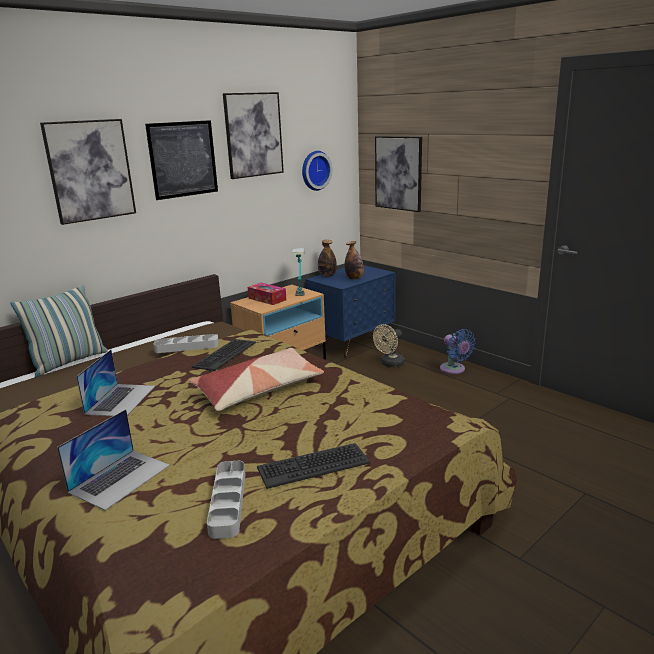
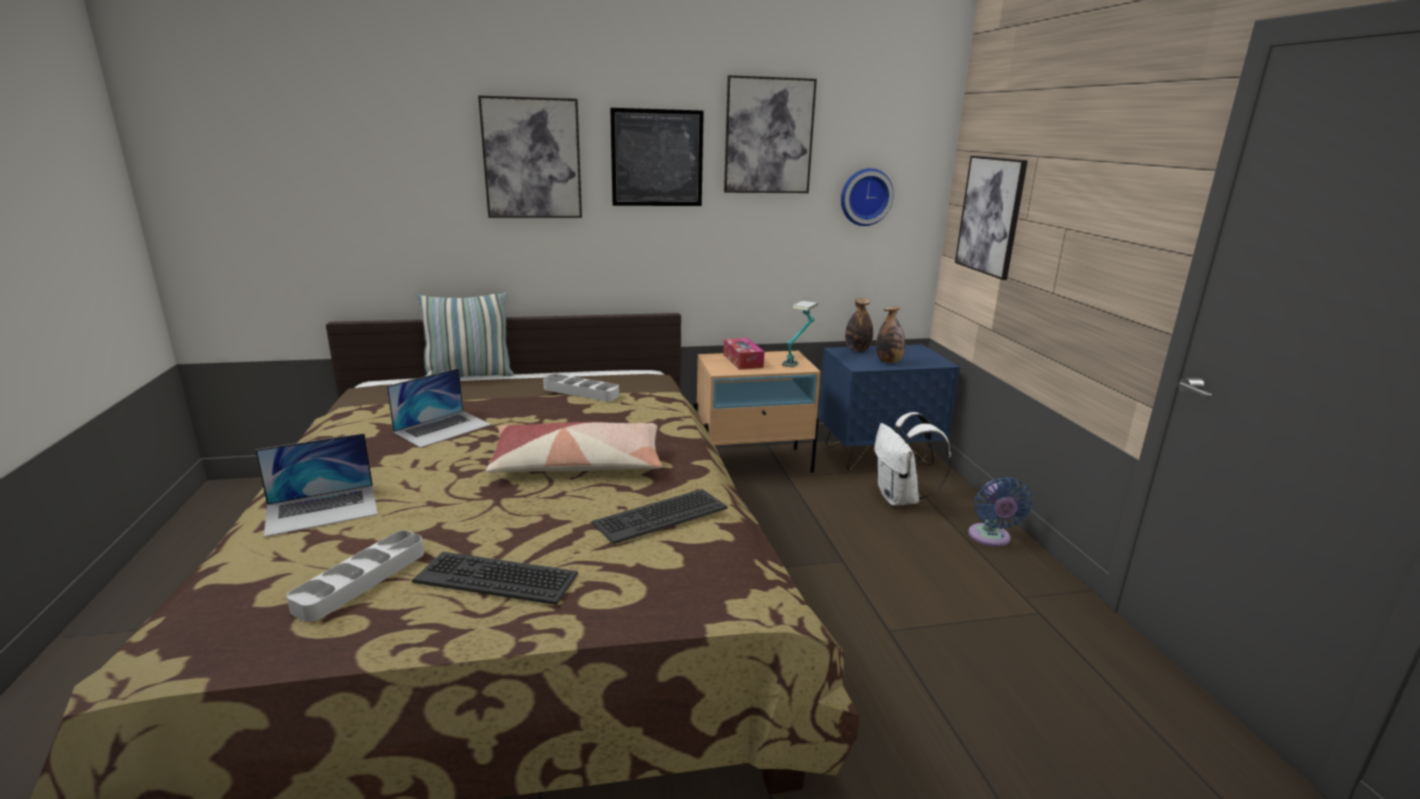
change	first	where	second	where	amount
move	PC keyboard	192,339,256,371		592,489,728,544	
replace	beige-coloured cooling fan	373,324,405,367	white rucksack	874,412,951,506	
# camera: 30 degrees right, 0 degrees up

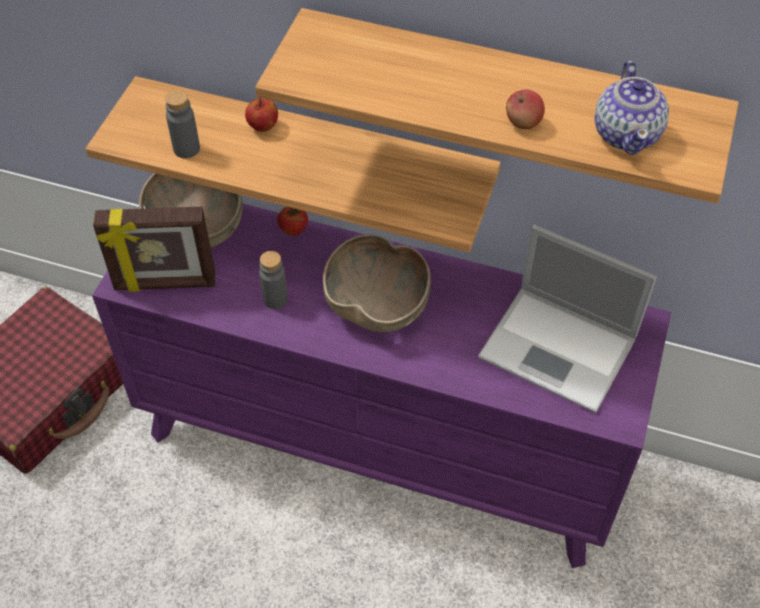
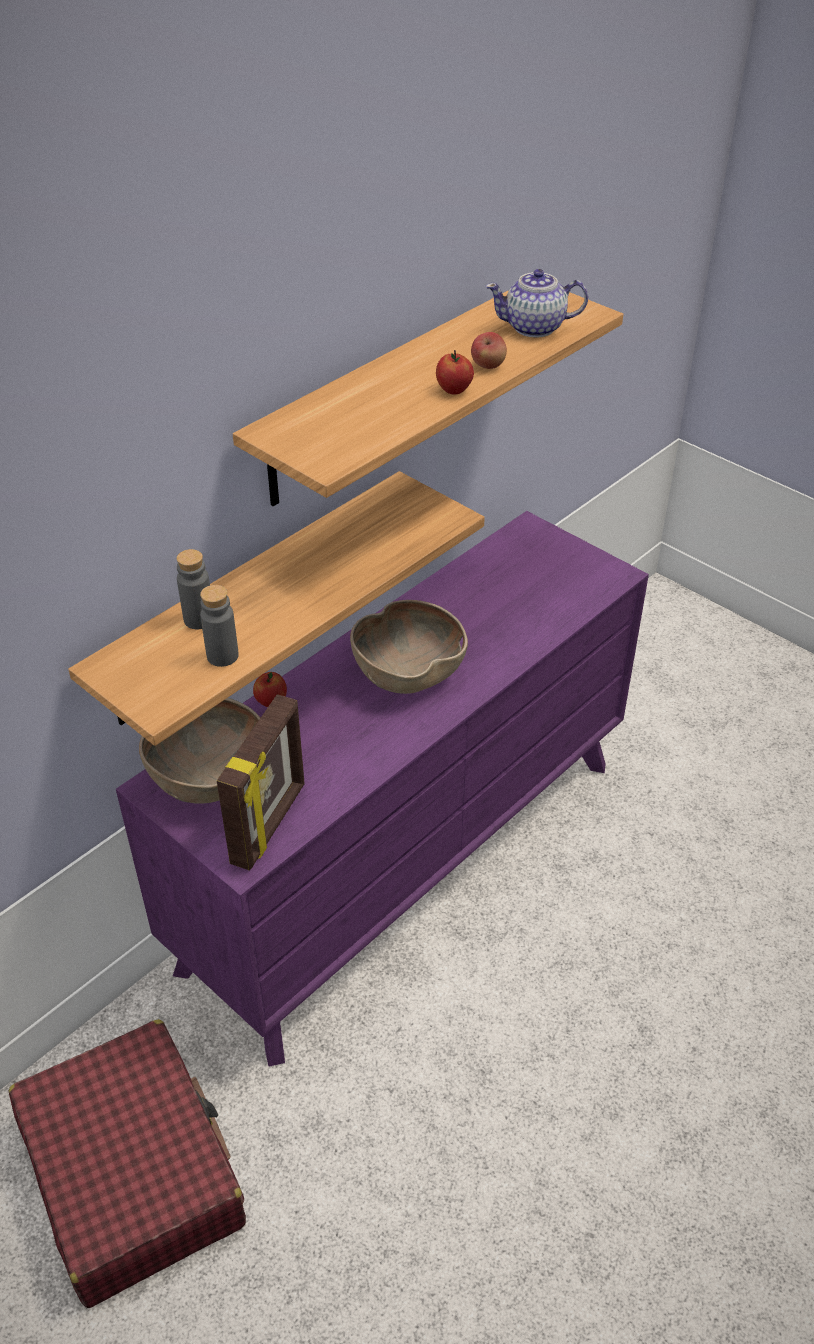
change	first	where	second	where	amount
move	apple	245,98,278,132		436,350,474,394	
move	greyish bottle	259,251,288,309		177,549,210,629	
delete	laptop	478,225,657,413			
rotate	pot for tea	595,61,669,155		485,269,588,338	150 degrees clockwise
# camera: 65 degrees left, 10 degrees down

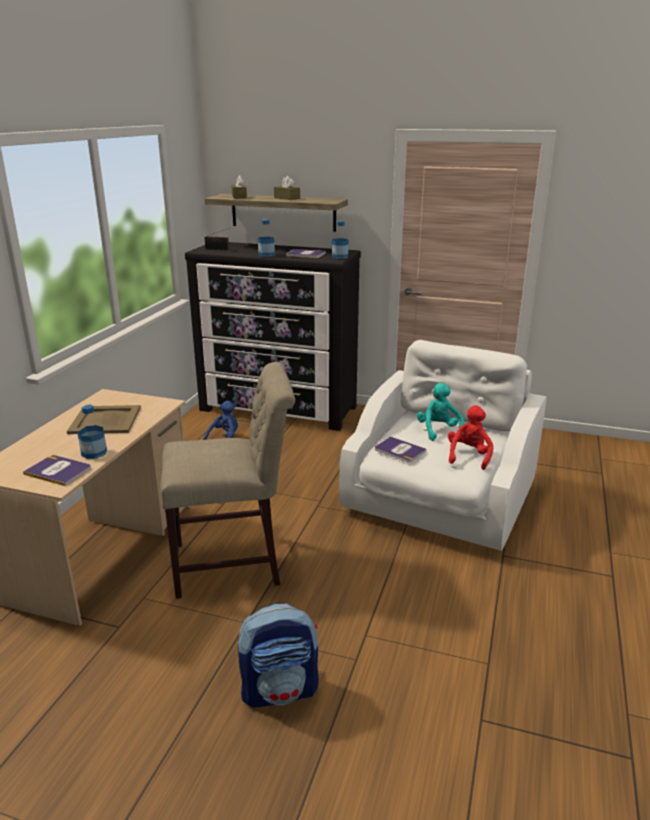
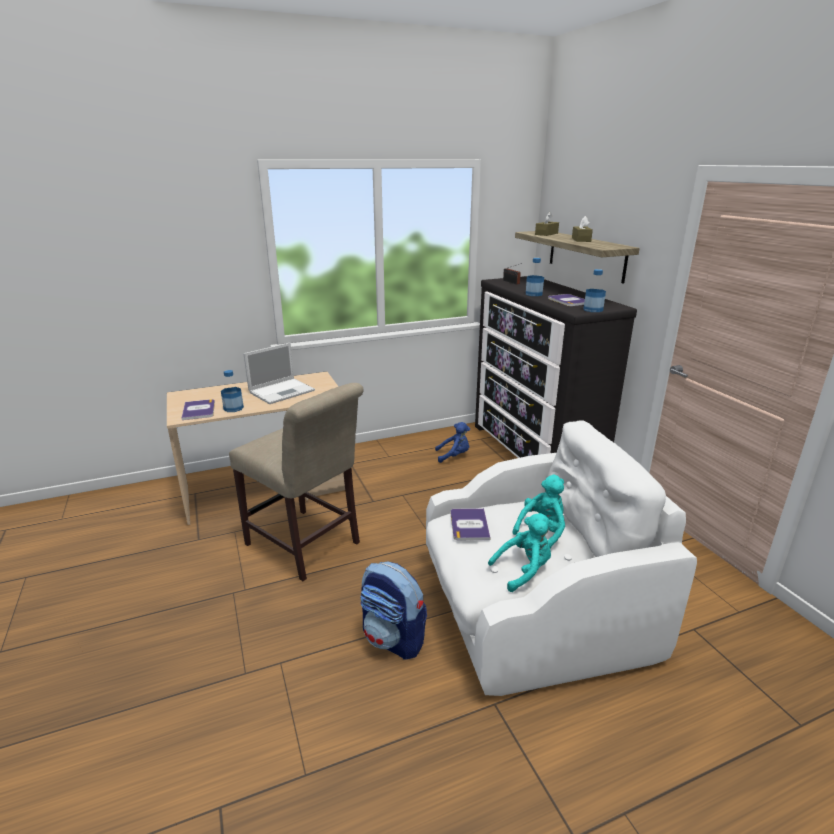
change	first	where	second	where	amount
replace	beige-coloured tray	67,405,141,434	laptop	244,343,315,404	
move	rucksack	238,603,319,707		361,562,427,660	
recolor	red soft toy	448,405,493,470	turquoise-coloured soft toy	488,513,554,592	
# camera: 50 degrees right, 0 degrees up

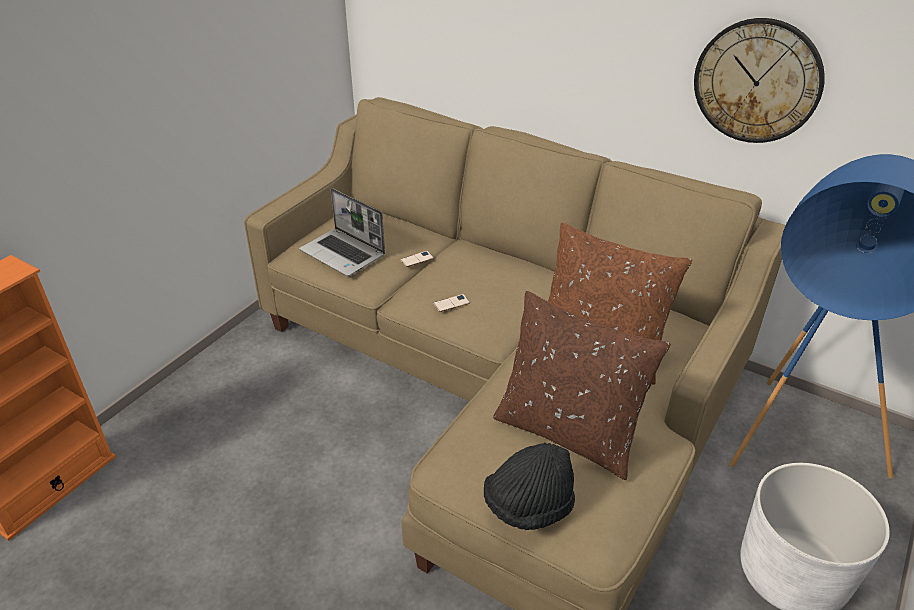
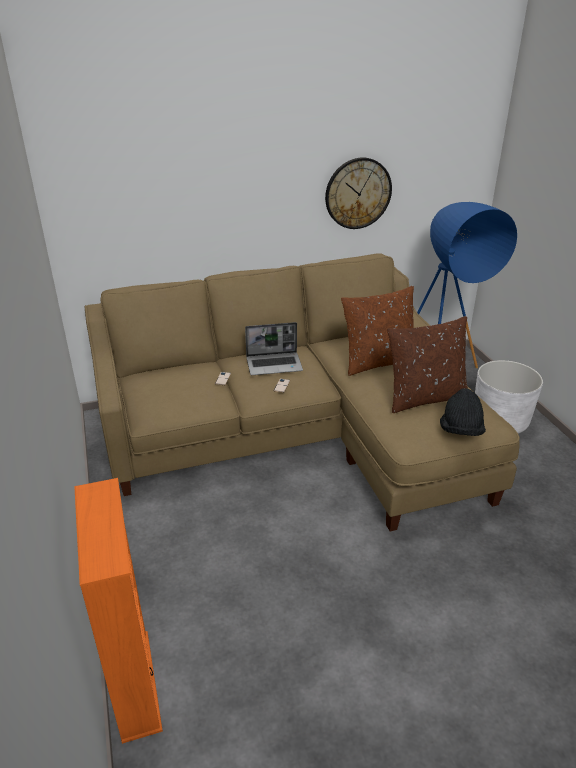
change	first	where	second	where	amount
move	laptop	299,188,385,276		245,322,303,375	
# camera: 50 degrees left, 5 degrees down

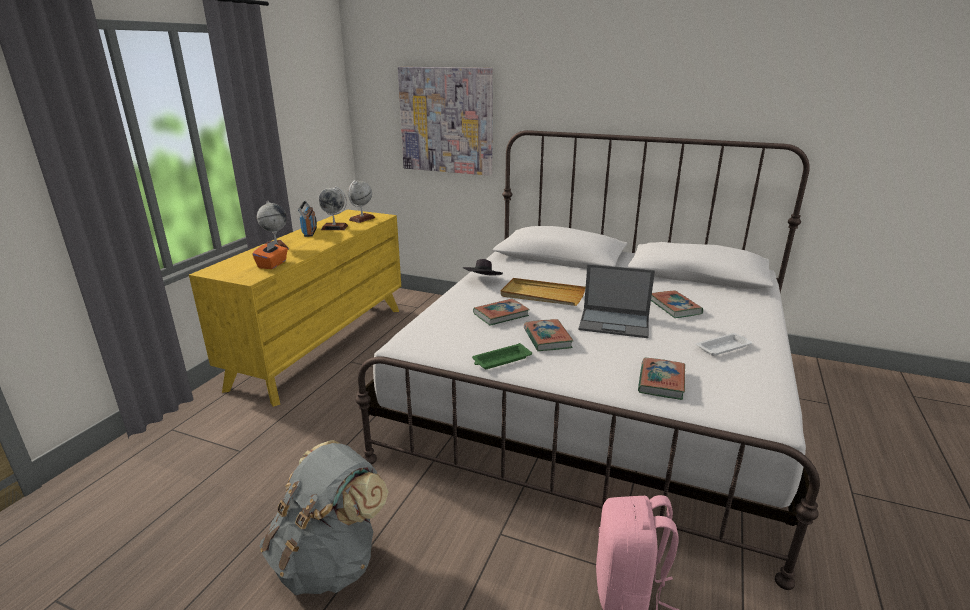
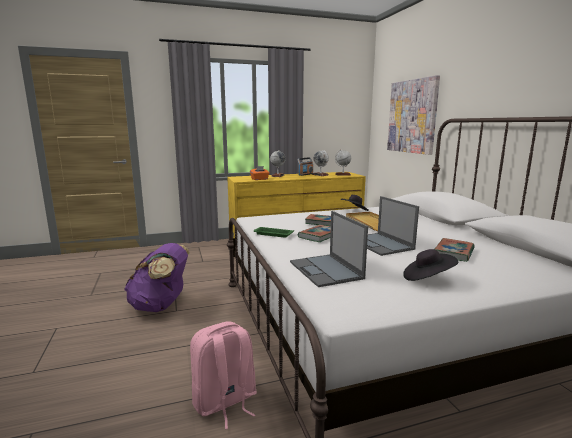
change	first	where	second	where	amount
recolor	greyish rucksack	260,440,388,595	purple rucksack	124,243,190,312	
replace	bound book	638,358,685,400	laptop	290,211,368,287	
replace	white tray	695,333,752,356	black hat	403,249,458,281	
# camera: 50 degrees right, 10 degrees down

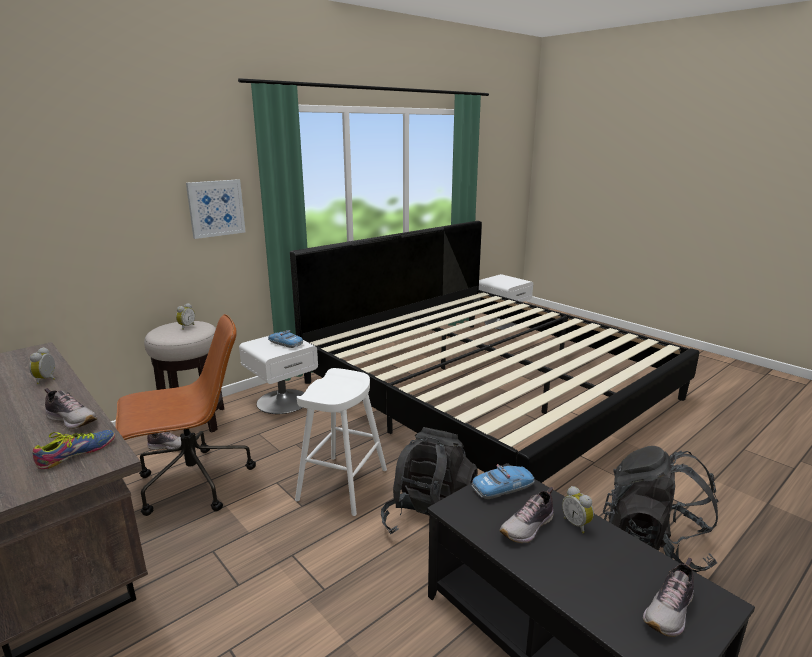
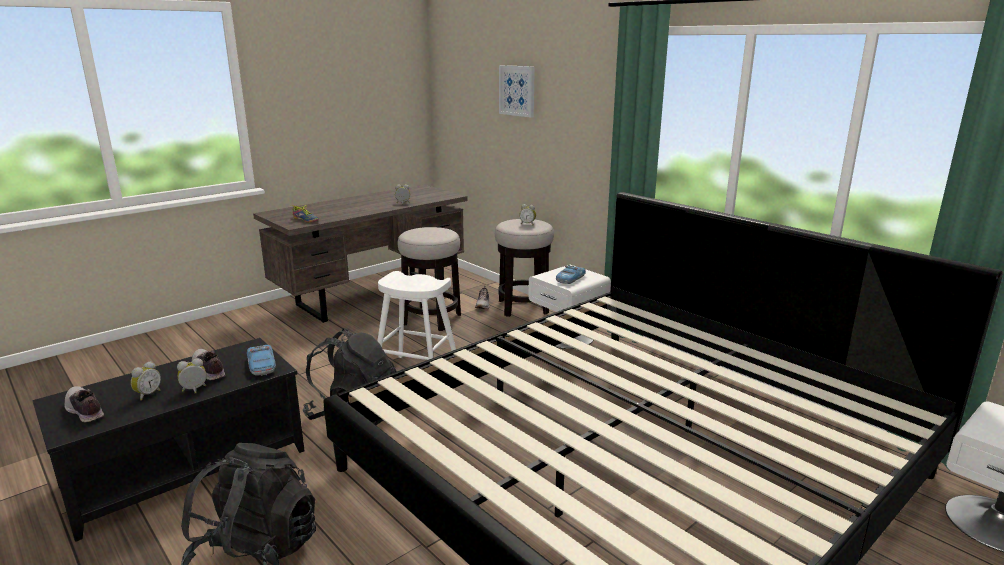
change	first	where	second	where	amount
delete	shoe	44,388,97,429			
replace	brown computer chair	115,314,256,516	stool	398,227,461,331	
move	wall art	186,179,246,239		499,65,535,118	
insert			bedside clock	131,361,161,400	
# camera: 90 degrees right, 0 degrees up

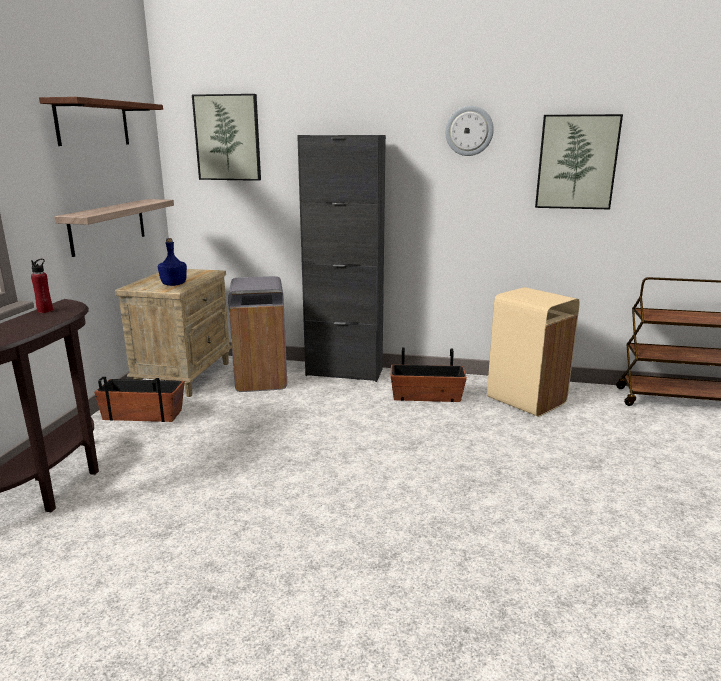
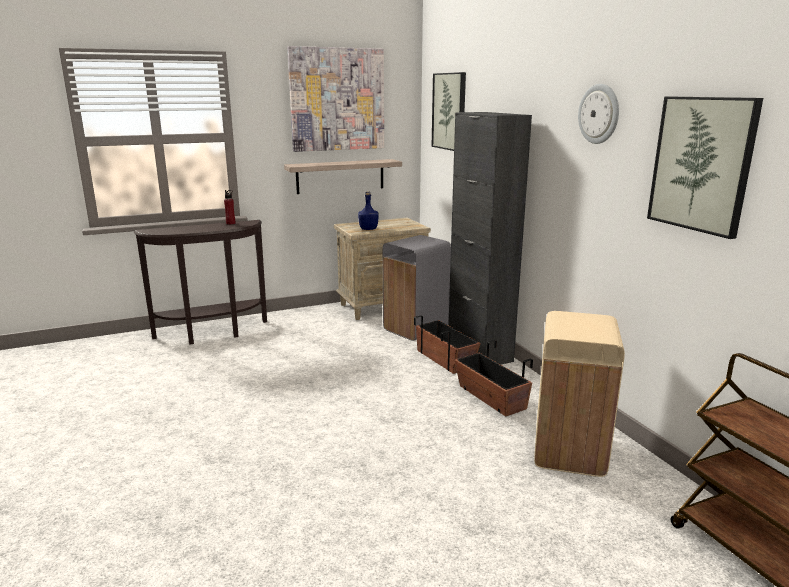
change	first	where	second	where	amount
replace	bracket shelf	39,97,163,146	wall art	287,46,384,152	
move	flower pot	94,377,185,422		414,315,481,374	
# camera: 55 degrees right, 0 degrees up

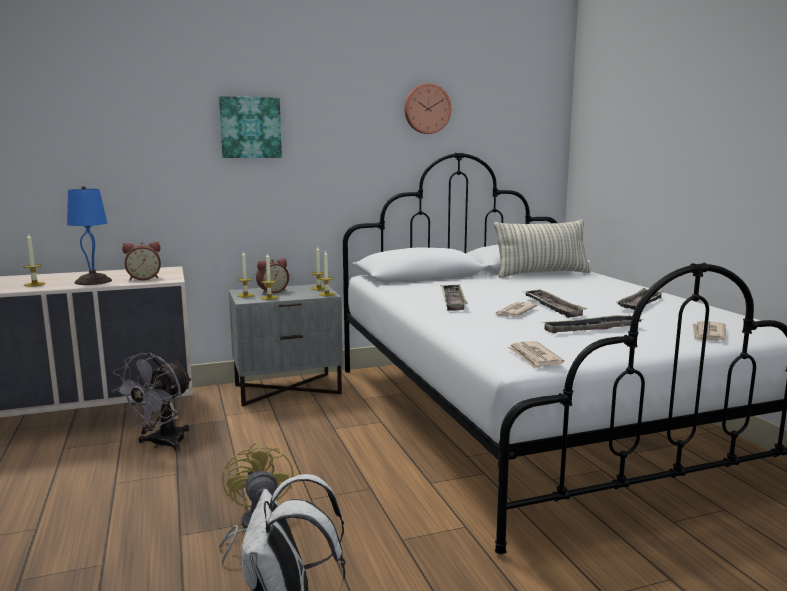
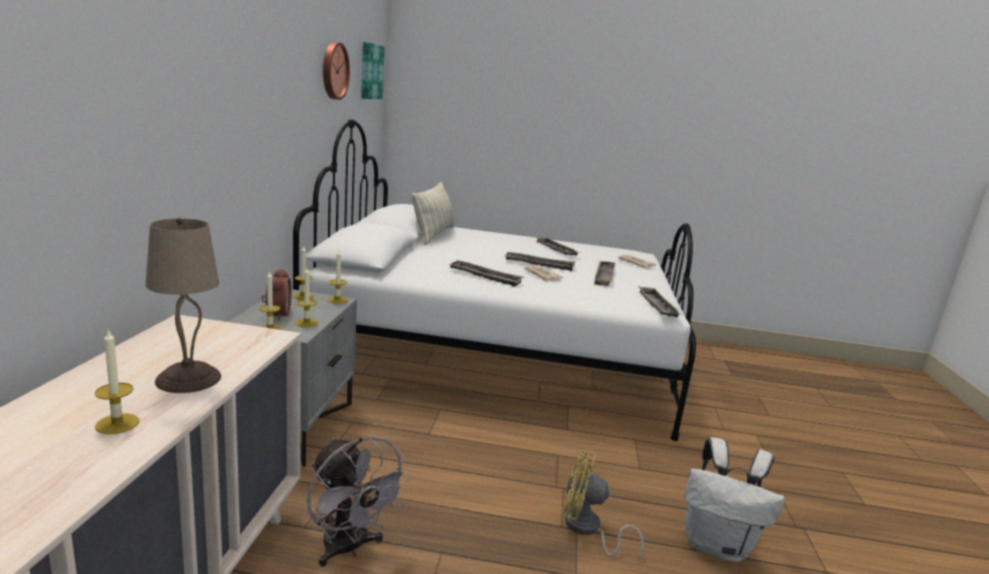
change	first	where	second	where	amount
recolor	blue lamp for a table	67,186,112,285	beige-coloured lamp for a table	145,218,221,393	
delete	bedside clock	122,242,161,280			
move	wall art	219,96,282,158		361,42,385,99	
replace	newspaper	507,341,564,369	tray	638,286,682,318	
# camera: 65 degrees left, 5 degrees up

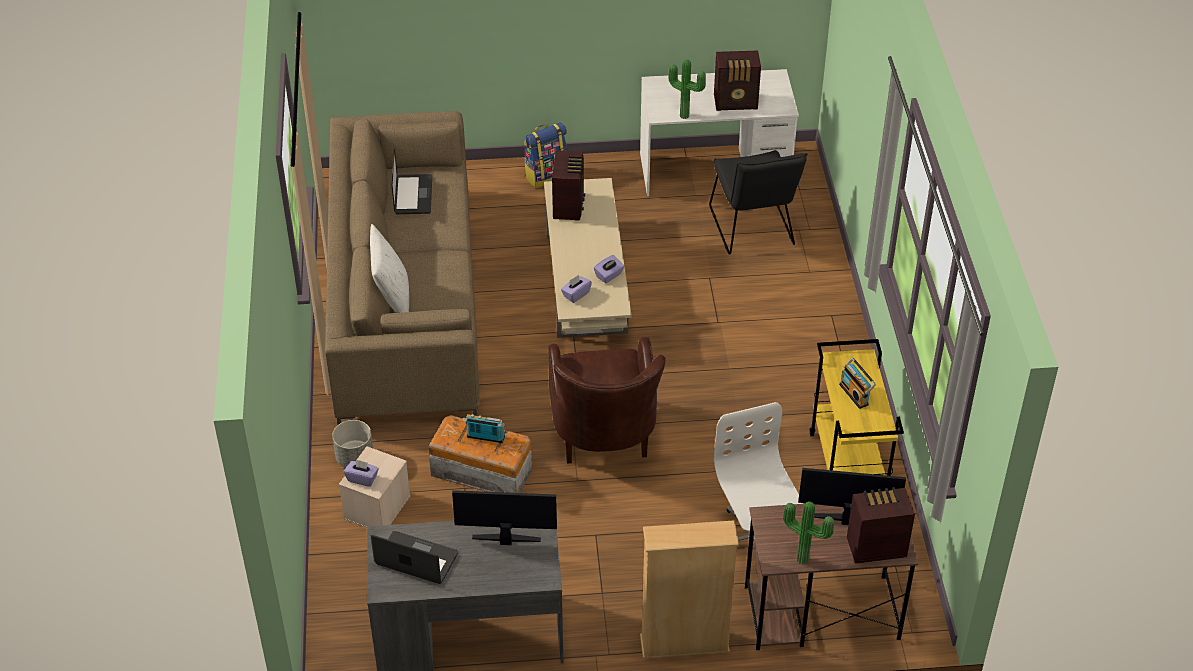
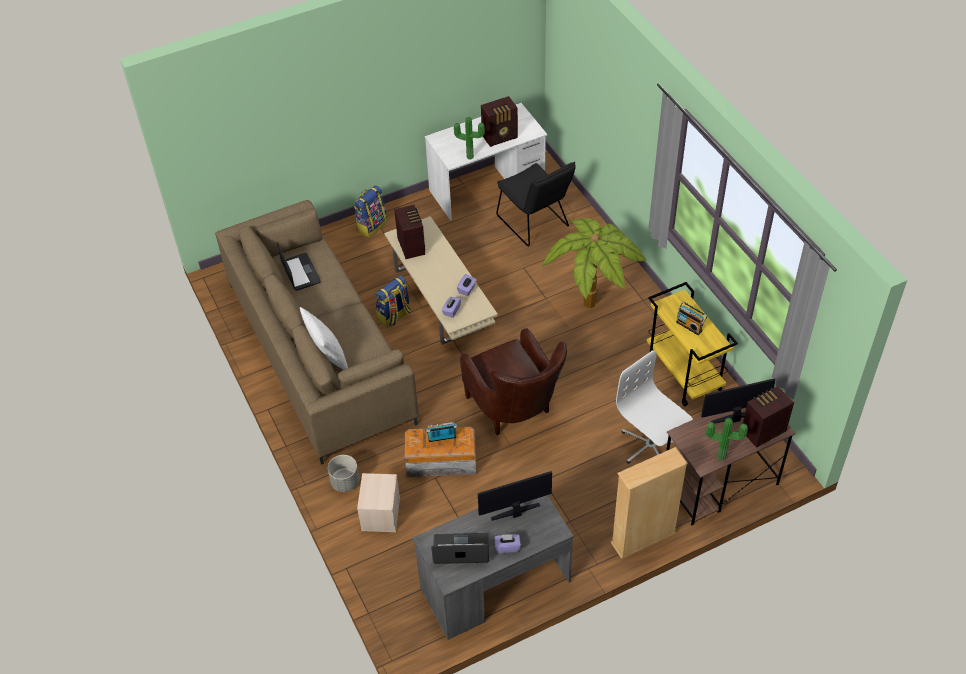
change	first	where	second	where	amount
move	purple tissue box	344,459,379,487		495,534,521,553	
insert			rucksack	375,275,411,328	
insert			plant in a pot	542,218,646,308	
# camera: 20 degrees left, 5 degrees up

